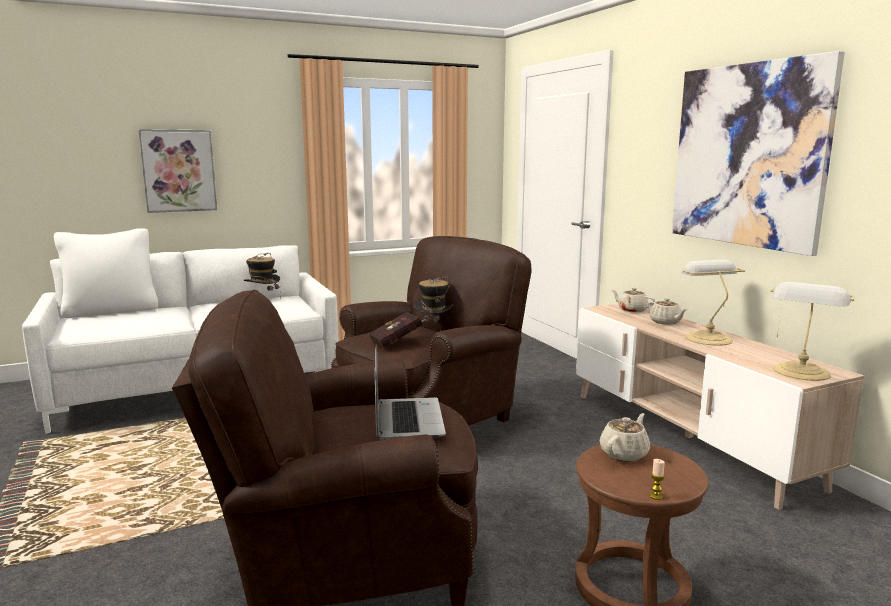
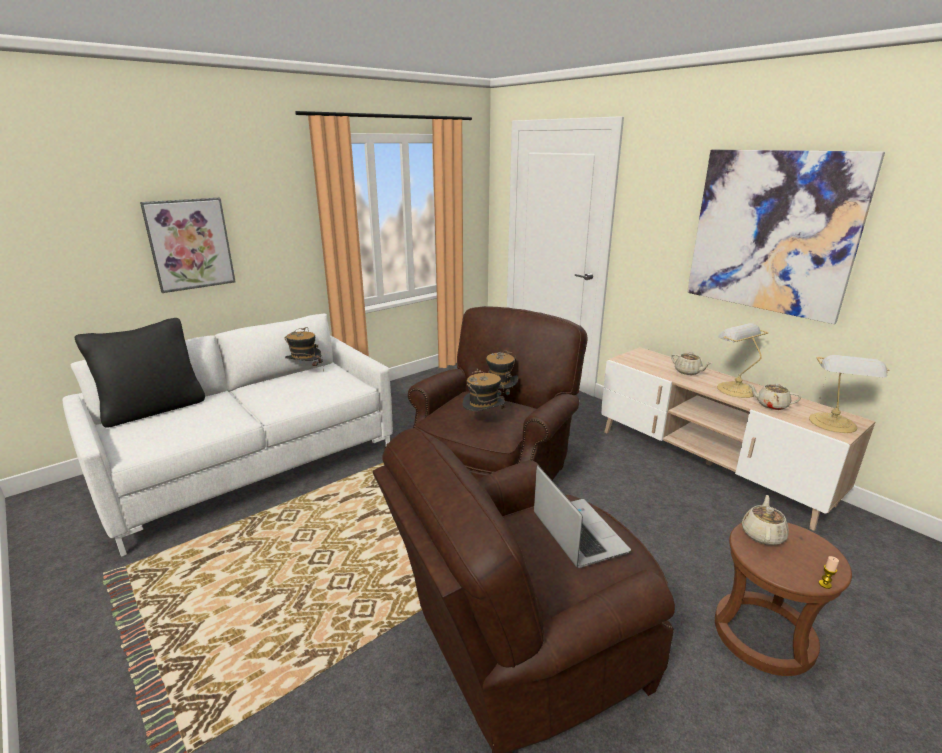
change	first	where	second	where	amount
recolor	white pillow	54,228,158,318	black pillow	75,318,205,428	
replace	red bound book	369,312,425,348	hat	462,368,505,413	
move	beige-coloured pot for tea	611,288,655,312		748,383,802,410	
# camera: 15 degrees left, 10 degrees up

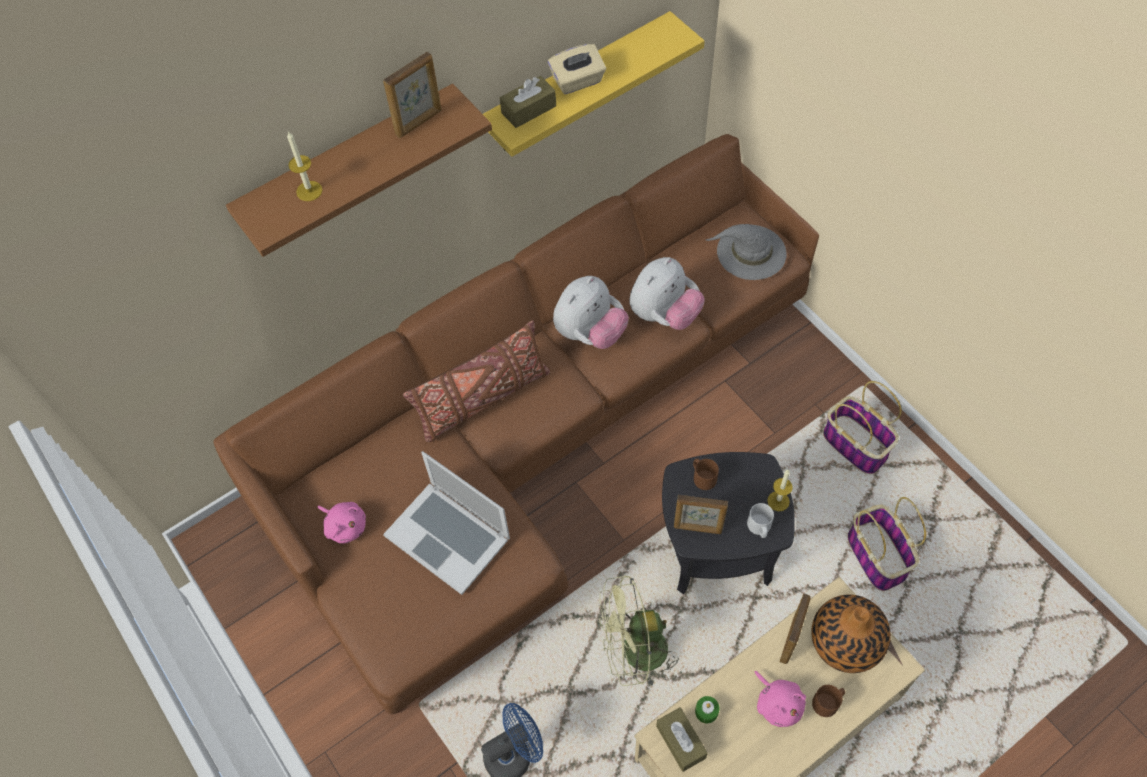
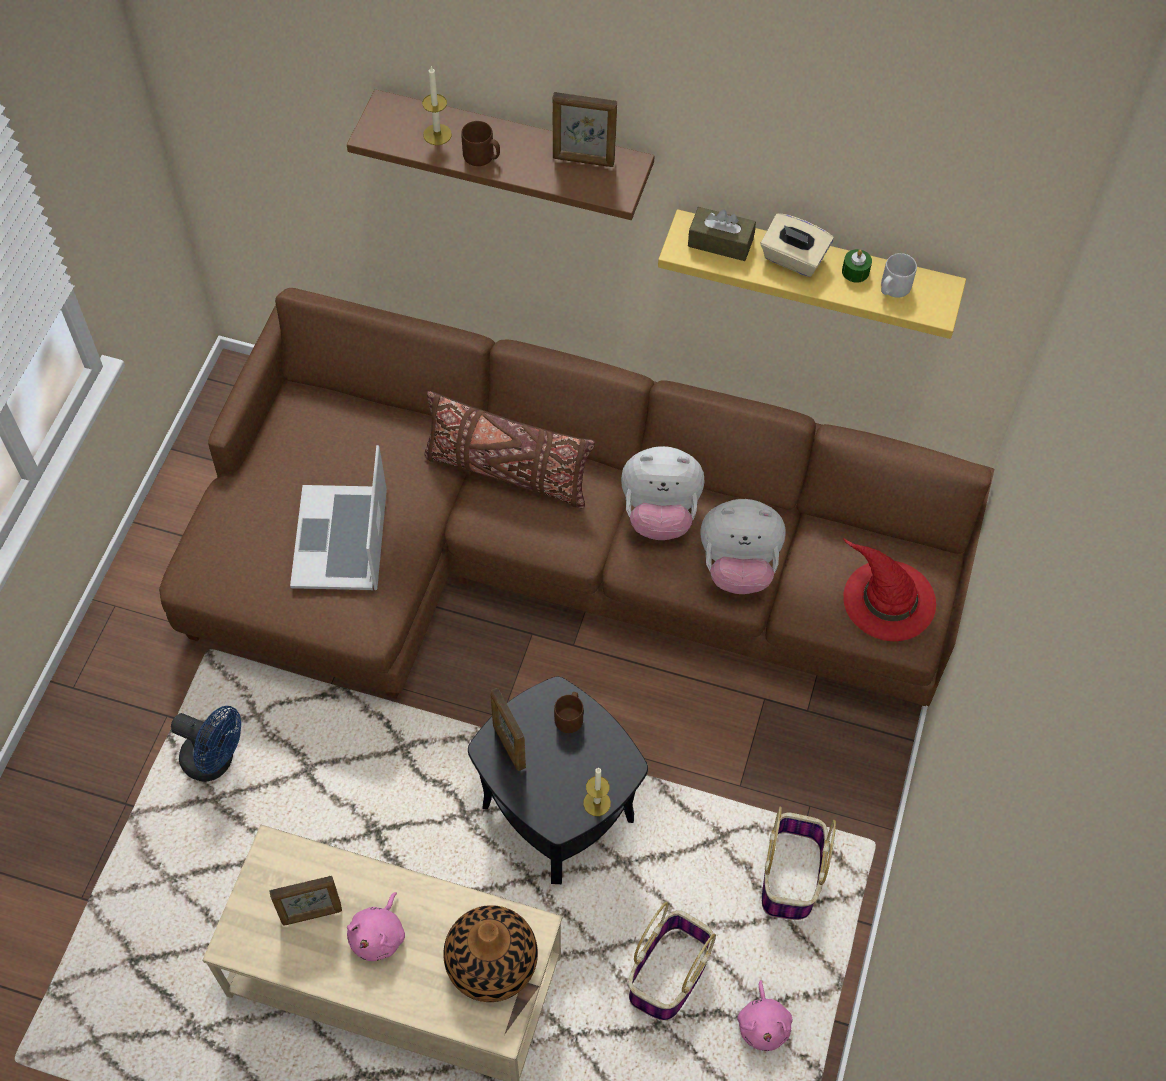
change	first	where	second	where	amount
move	pink-coloured soft toy	318,502,366,543		737,980,792,1051	
delete	greenish cooling fan	599,575,679,687			
delete	brown tissue box	656,707,708,772			
move	greenish wax light	695,696,720,723		842,249,872,283	
recolor	greyish hat	705,224,787,280	red hat	843,538,936,641	
move	greyish mug	747,503,774,538		881,253,917,298	
move	photo frame	780,594,811,664		269,876,342,926	
move	brown mug	812,685,845,717		461,121,500,166	
# camera: 50 degrees right, 0 degrees up

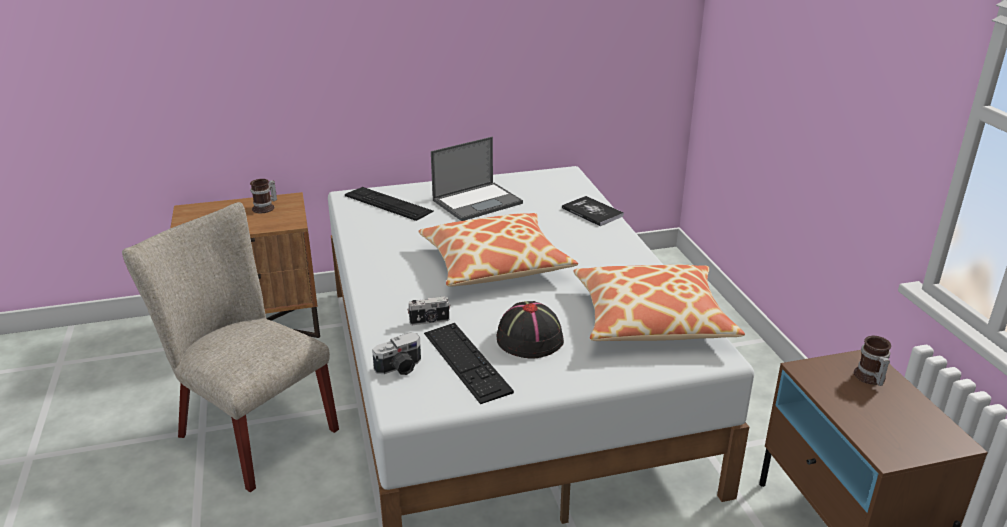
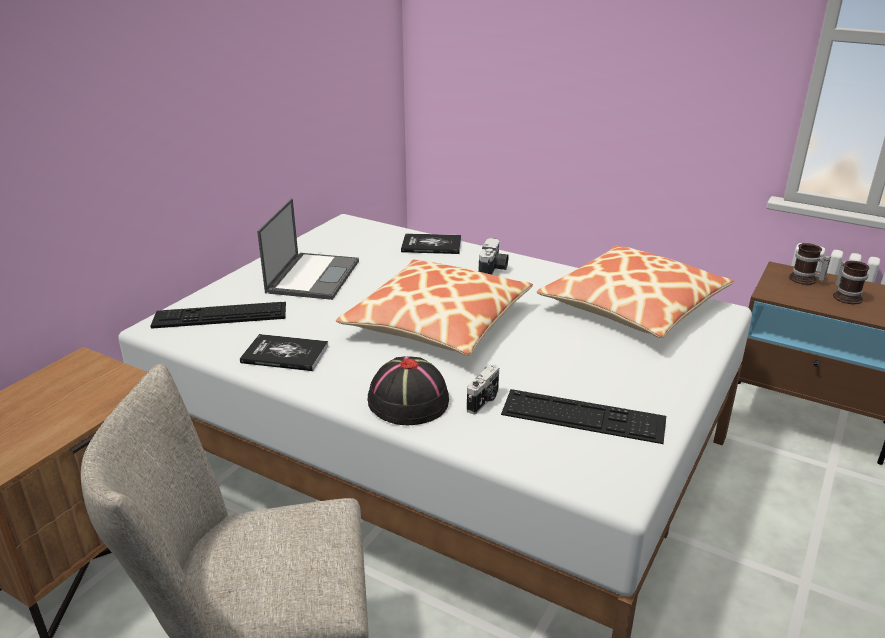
change	first	where	second	where	amount
move	mug	250,179,277,213		833,261,870,304	
move	still camera	372,333,421,375		478,238,508,275	
move	black hat	497,301,564,358		367,356,449,425	
insert			bound book	240,334,328,371	
# camera: 45 degrees left, 0 degrees up

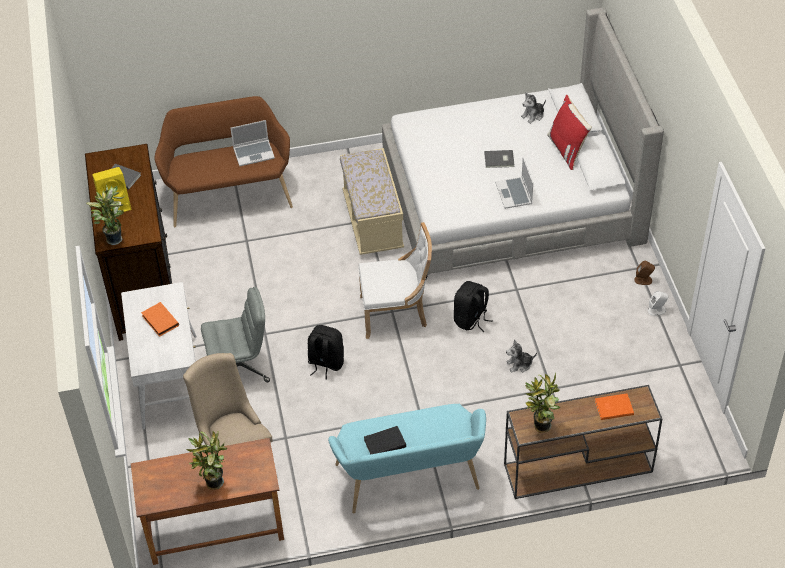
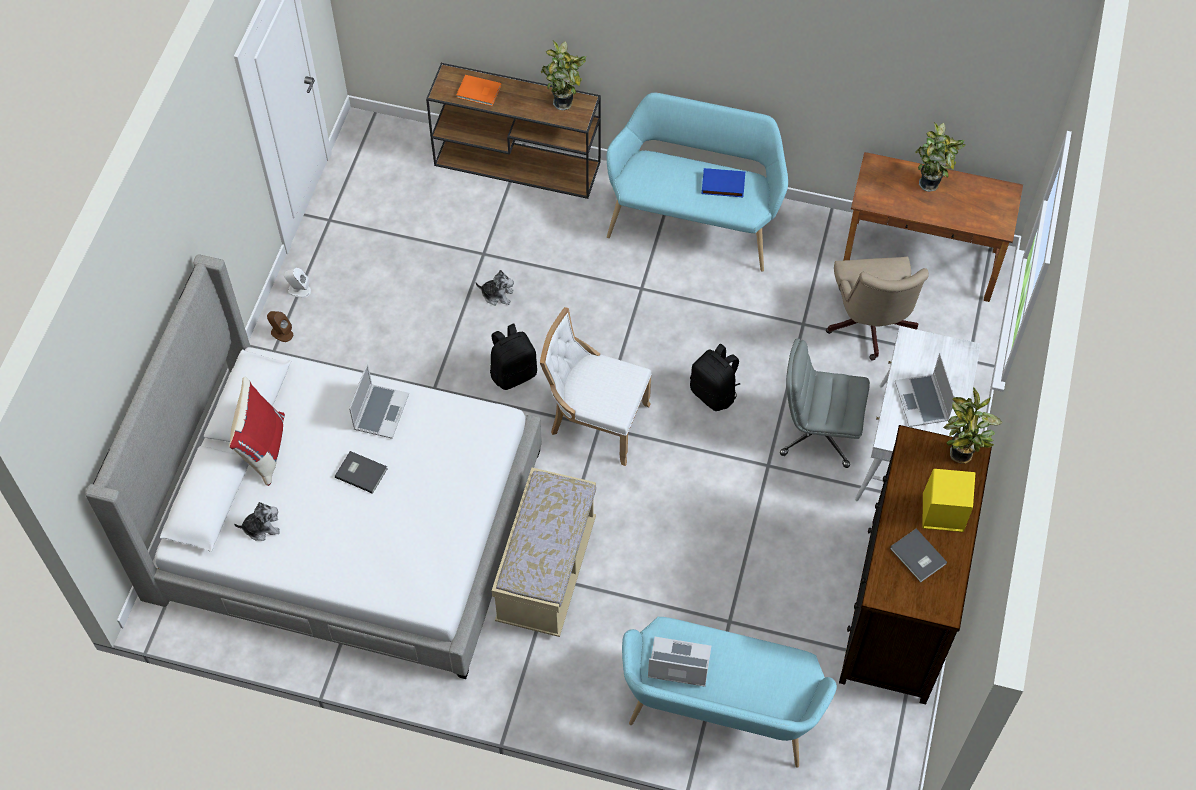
change	first	where	second	where	amount
replace	orangey bound book	141,302,179,337	laptop	895,353,955,427	
recolor	brown indoor bench	155,96,293,228	turquoise-coloured indoor bench	622,617,837,767	
recolor	black bound book	364,426,406,454	blue bound book	702,168,745,197	
# camera: 155 degrees left, 10 degrees up

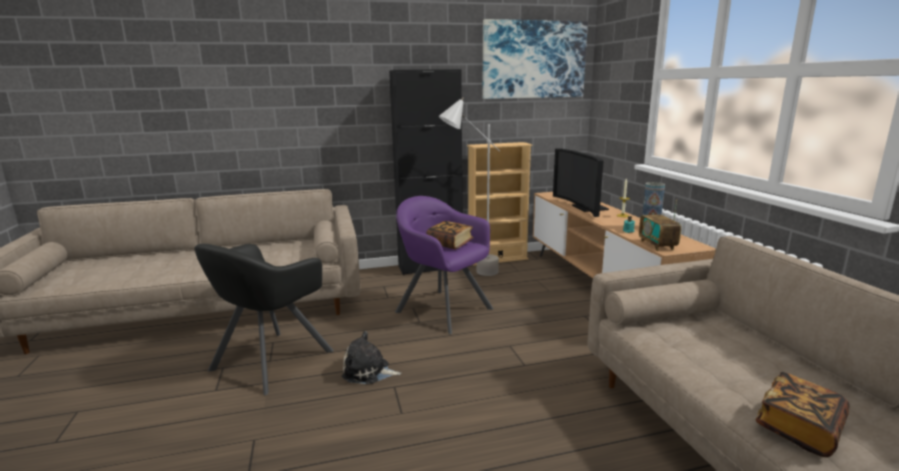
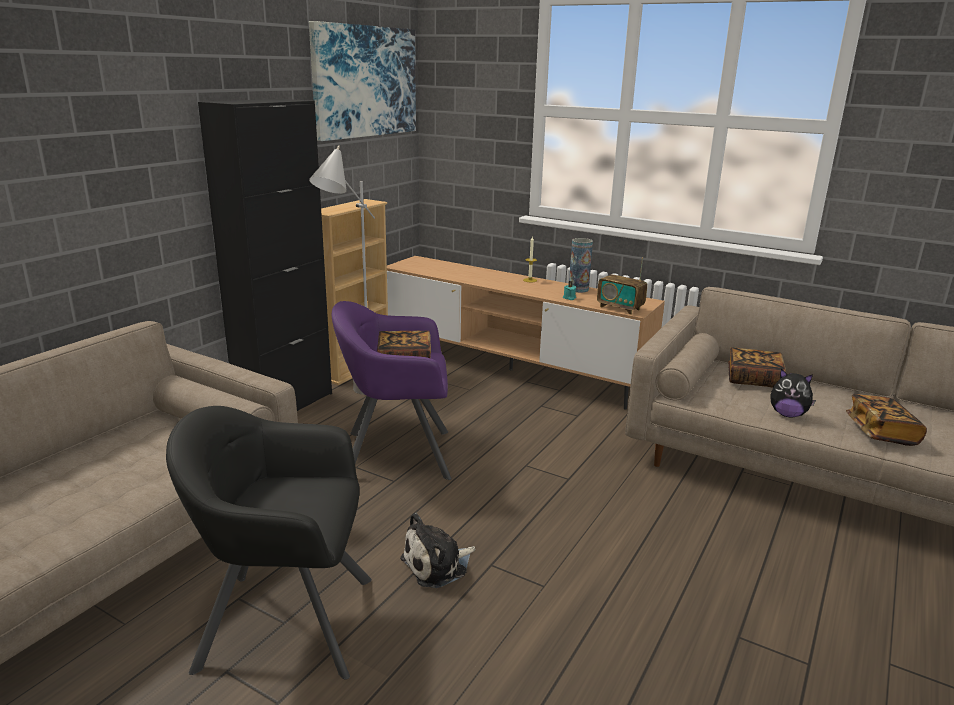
change	first	where	second	where	amount
rotate	black easy chair	195,244,334,395		166,406,372,680	105 degrees clockwise
delete	television	553,148,609,217			
insert			bound book	728,347,786,387	
insert			soft toy	770,369,816,418	
# camera: 45 degrees left, 5 degrees up

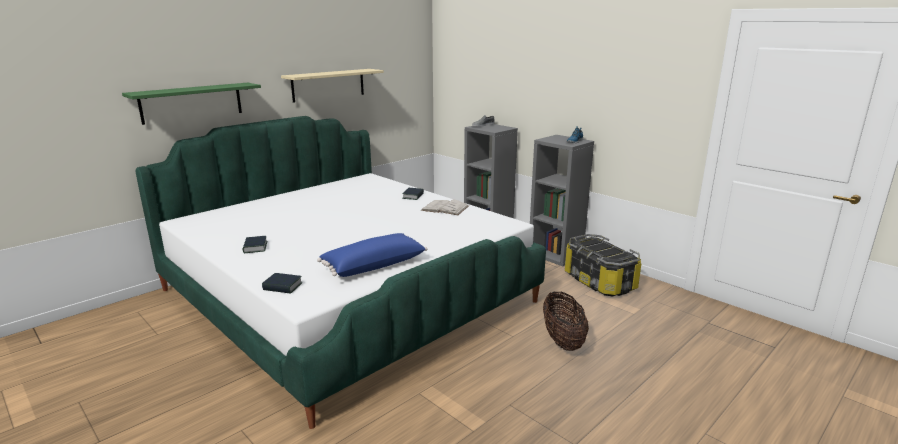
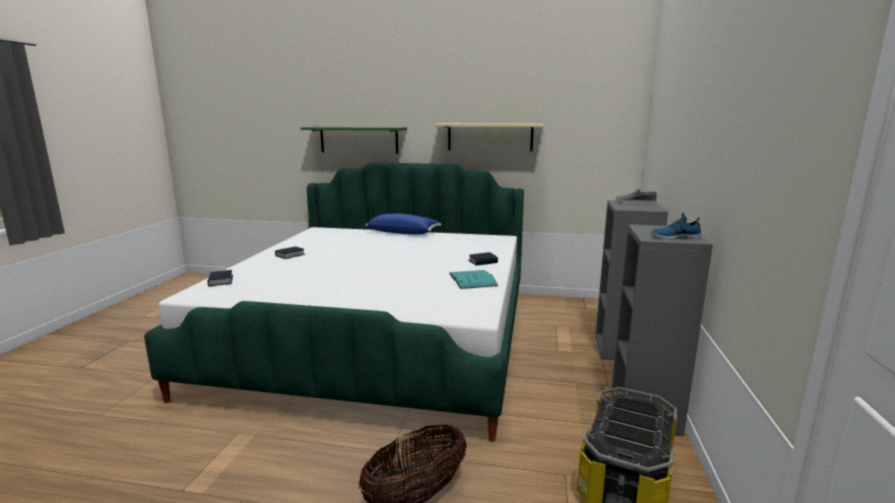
change	first	where	second	where	amount
move	blue pillow	317,233,428,277		365,214,441,235	
recolor	white bound book	421,200,469,215	turquoise-coloured bound book	449,270,498,289	
# camera: 55 degrees right, 5 degrees down

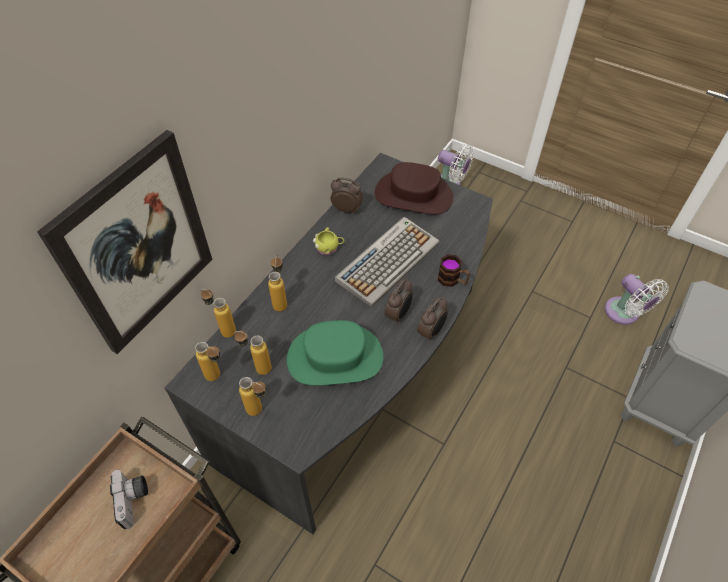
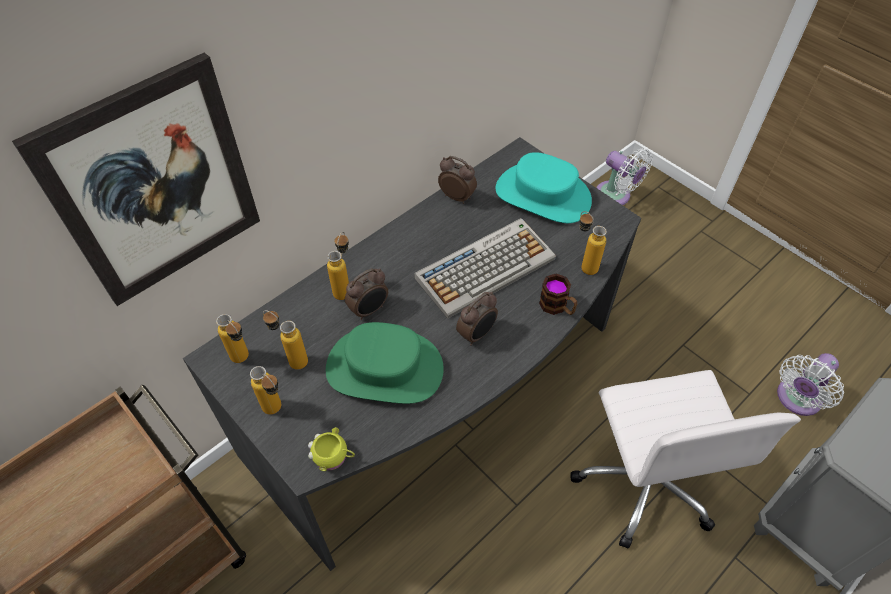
change	first	where	second	where	amount
delete	still camera	110,469,148,529			
move	bottle	201,289,236,338		580,211,607,275	
move	yellow-coloured mug	313,227,344,255		308,427,355,471	
recolor	brown hat	375,162,453,214	turquoise-coloured hat	495,152,592,223	
move	bedside clock	417,296,448,342		345,268,388,320	
rotate	white cooling fan	605,274,669,325		777,353,844,416	60 degrees clockwise
insert			white computer chair	570,370,801,549	
# camera: 15 degrees right, 0 degrees up

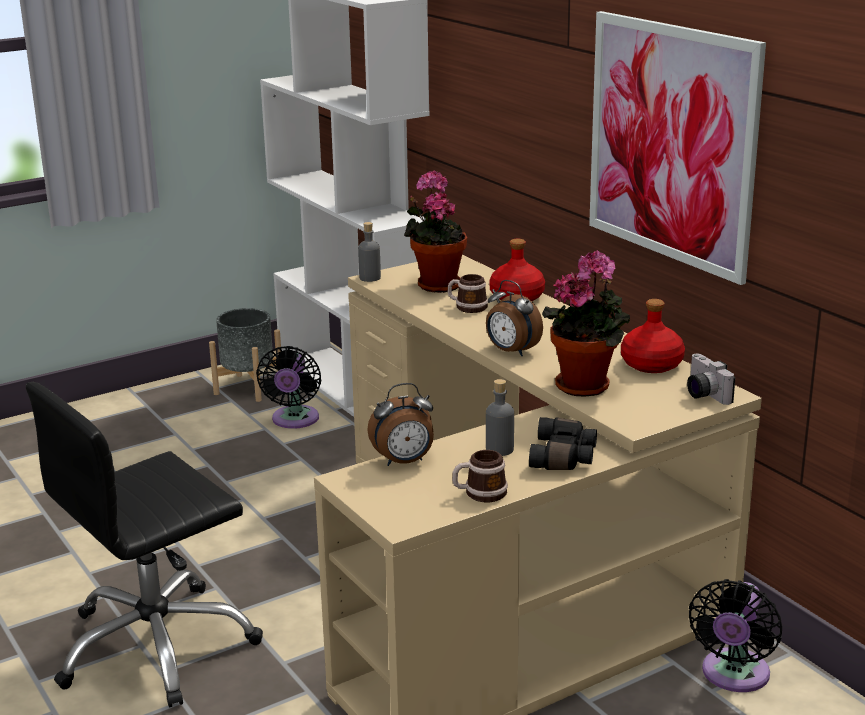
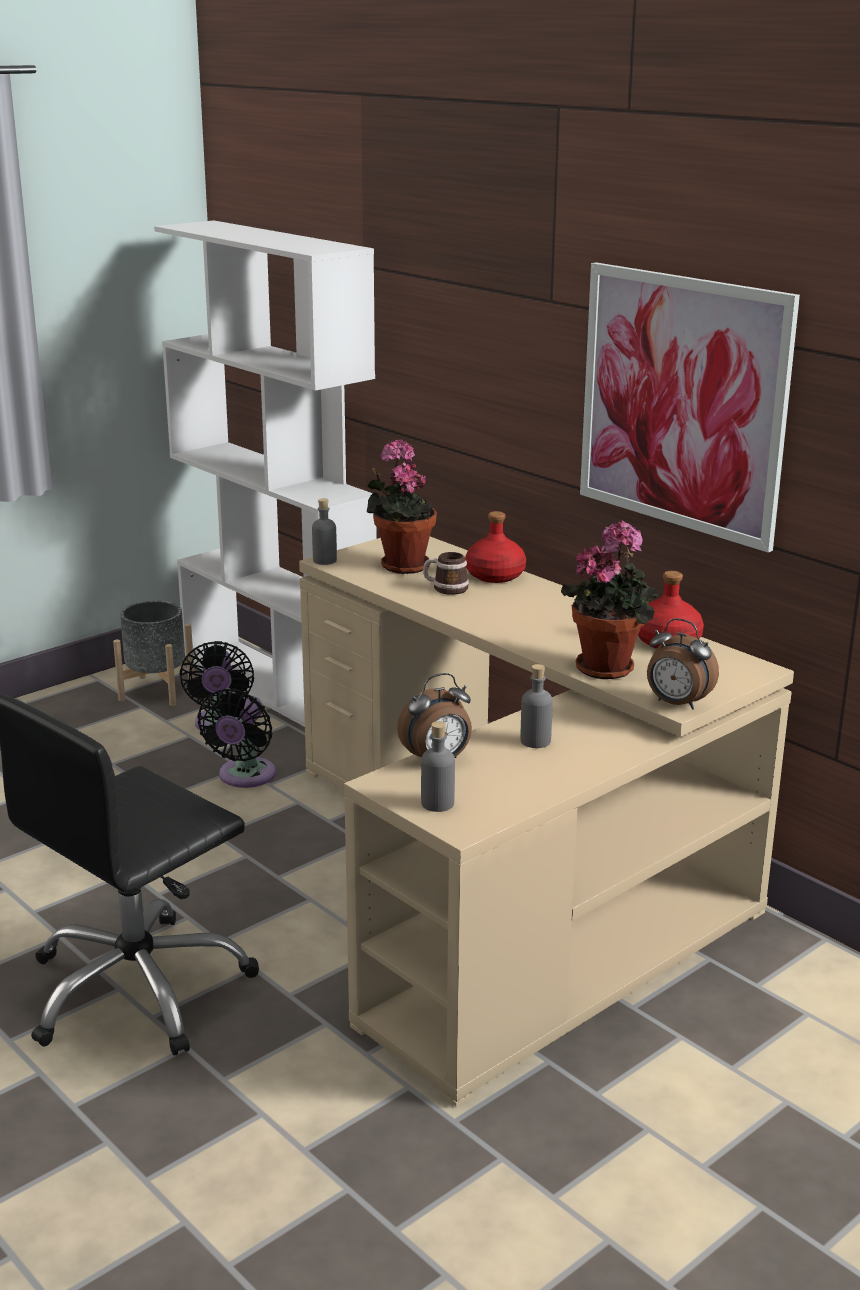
change	first	where	second	where	amount
delete	mug	452,450,508,502			
move	bedside clock	486,280,543,356		647,618,719,710	
delete	black binoculars	529,417,597,470			
delete	still camera	687,354,735,405			
move	black cooling fan	689,579,782,692		197,689,276,788	
insert			greyish bottle	421,721,455,812	
# camera: 10 degrees left, 0 degrees up

